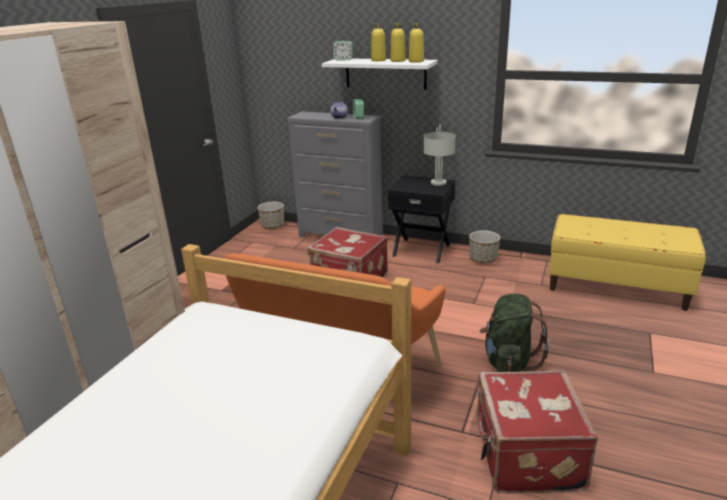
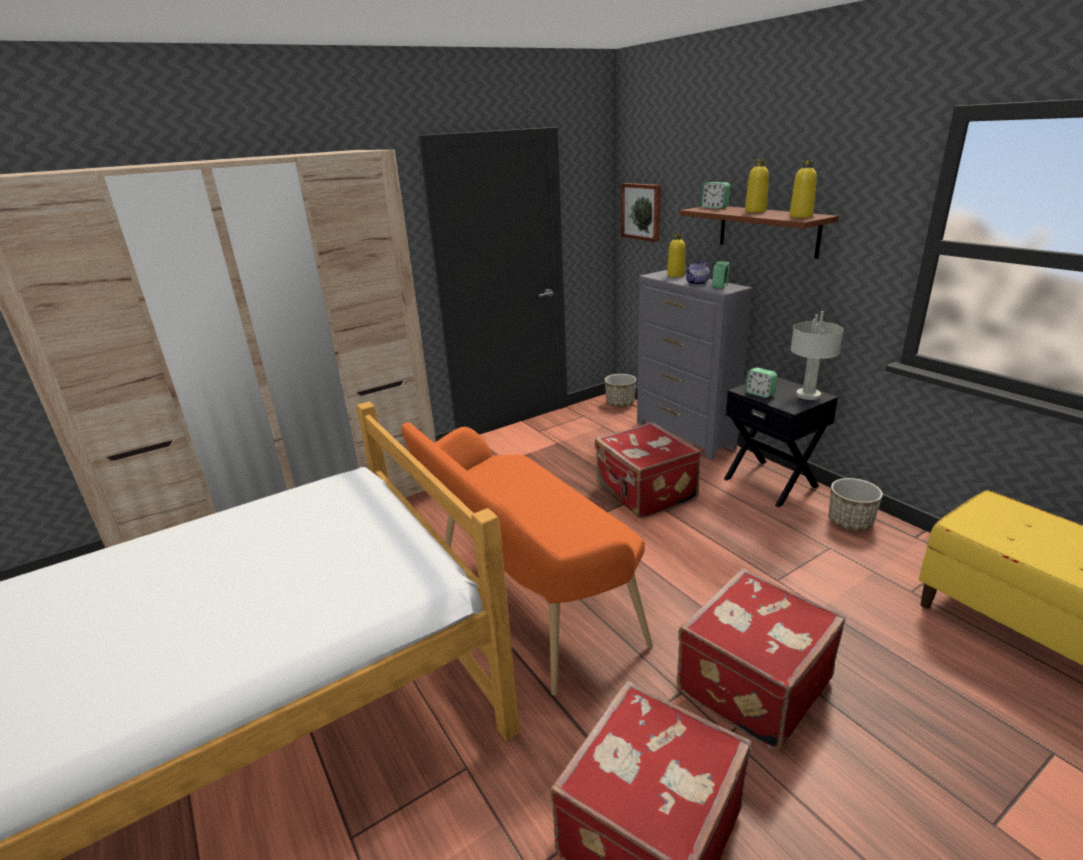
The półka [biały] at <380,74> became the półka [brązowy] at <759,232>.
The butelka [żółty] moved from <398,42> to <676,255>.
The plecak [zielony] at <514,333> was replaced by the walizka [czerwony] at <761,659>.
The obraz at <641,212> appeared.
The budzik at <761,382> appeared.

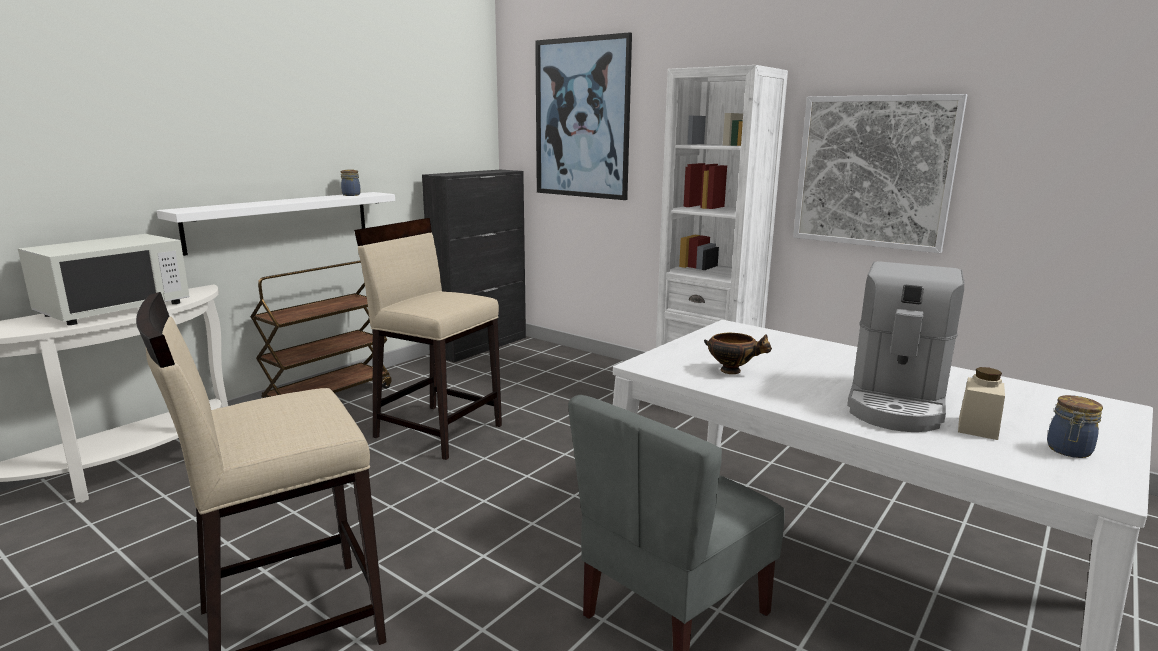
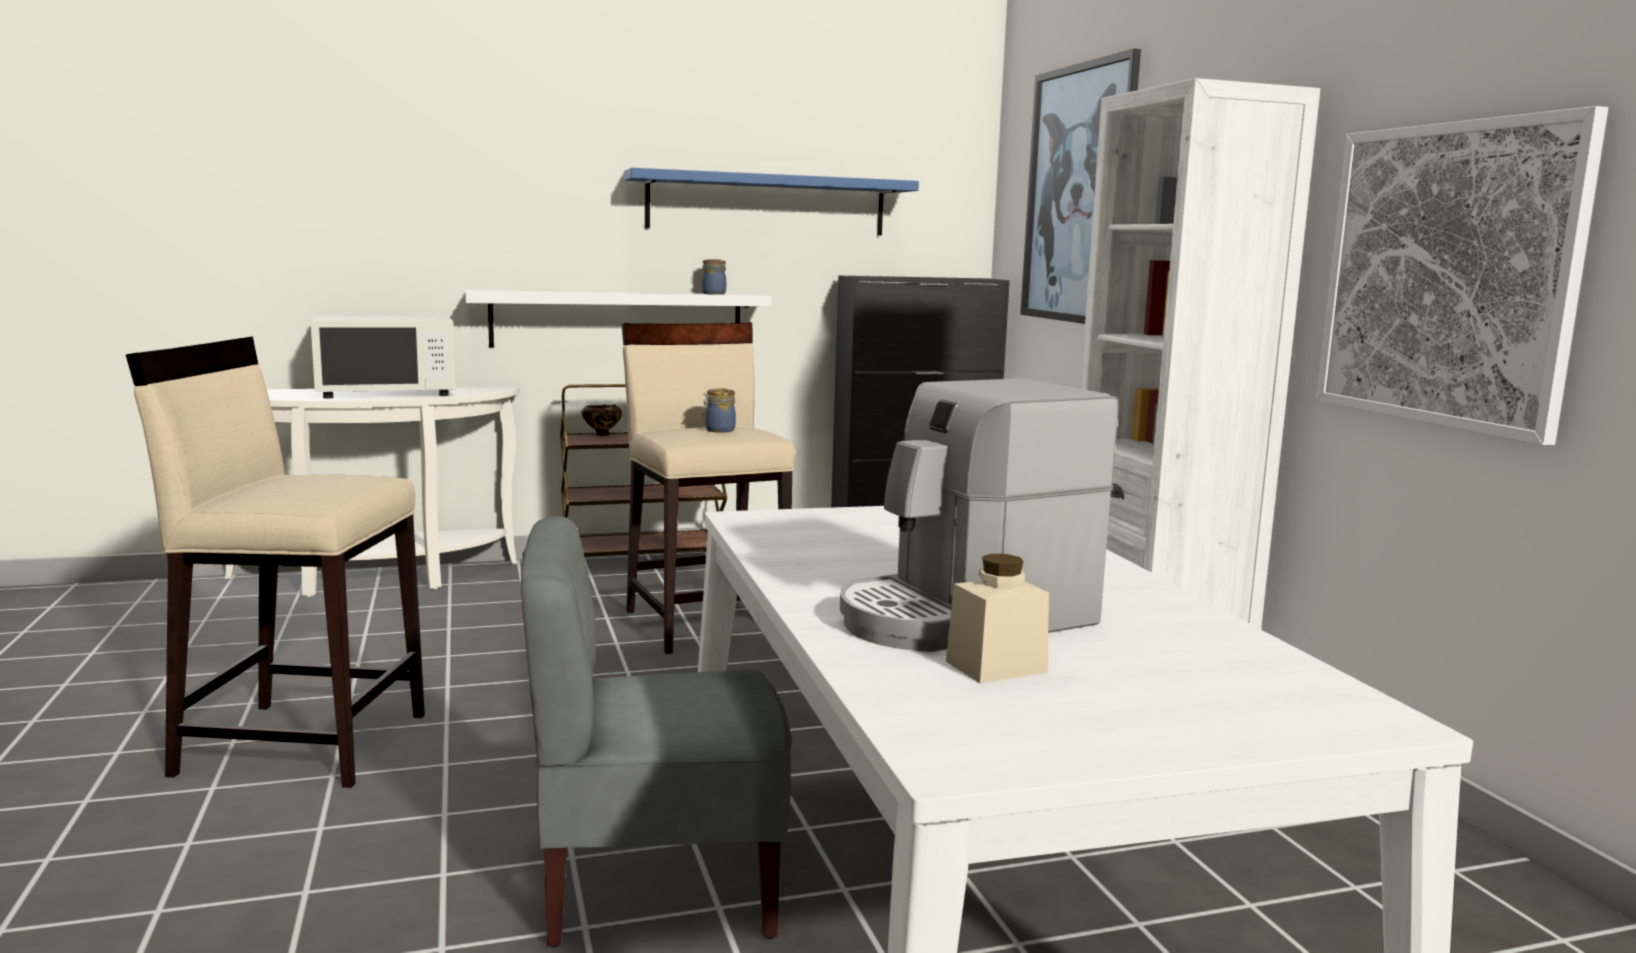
The miska moved from <738,353> to <601,420>.
The słoik moved from <1075,426> to <719,410>.
The półka [niebieski] at <771,201> appeared.

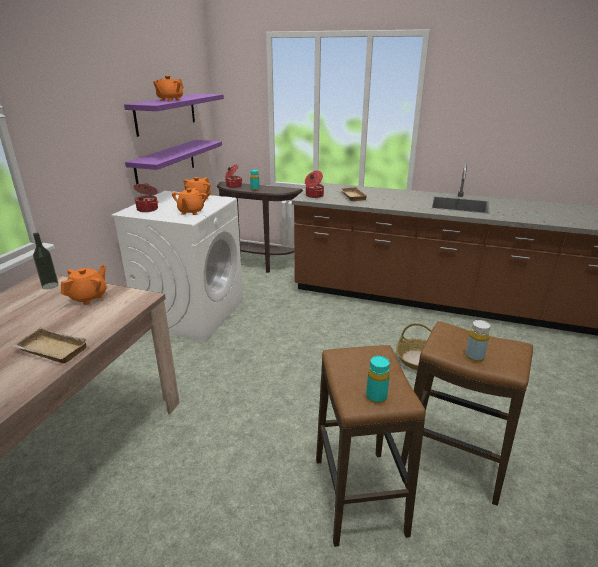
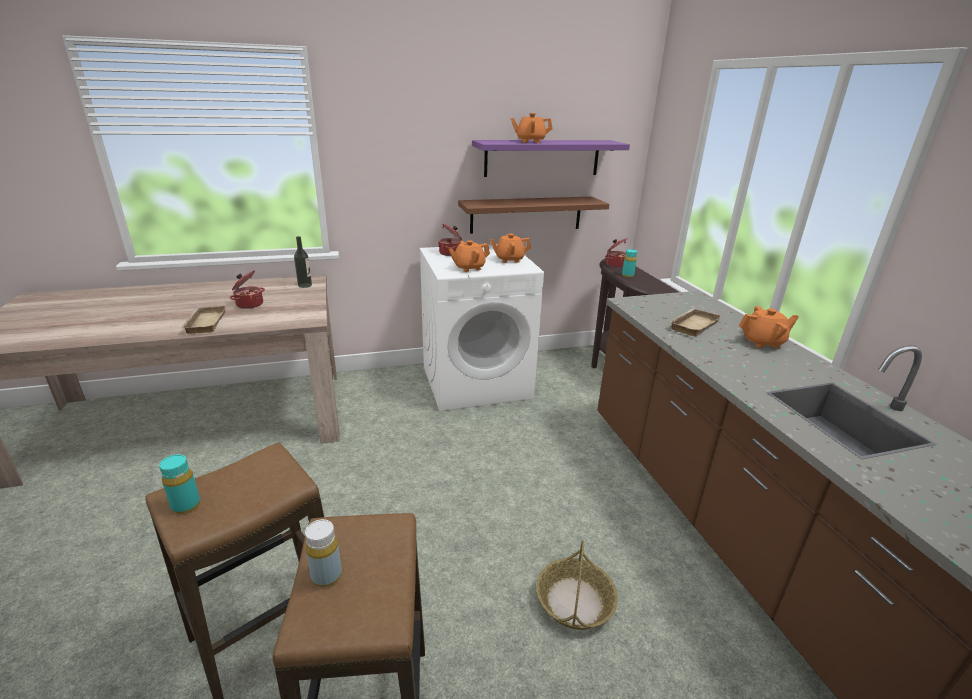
The imbryk [pomarańczowy] moved from <84,285> to <769,327>.
The półka [fioletowy] at <173,162> became the półka [brązowy] at <533,215>.
The garnek moved from <314,184> to <247,290>.

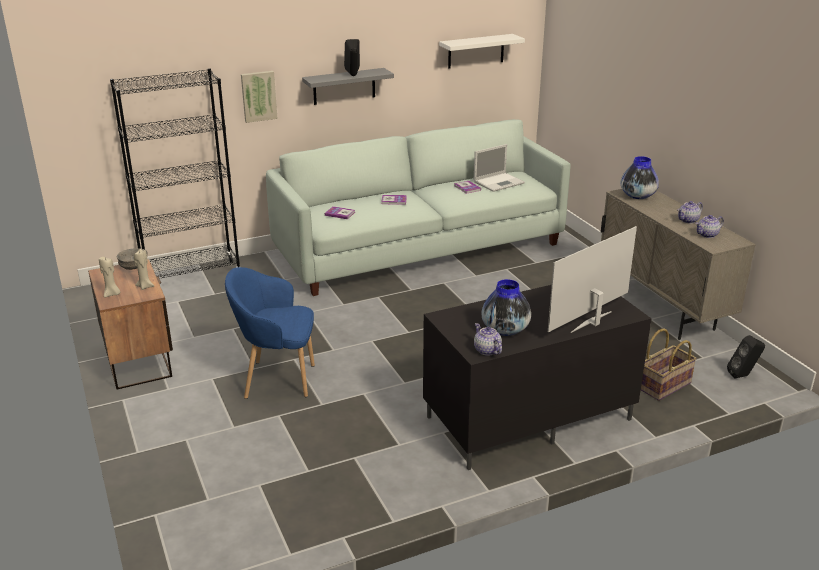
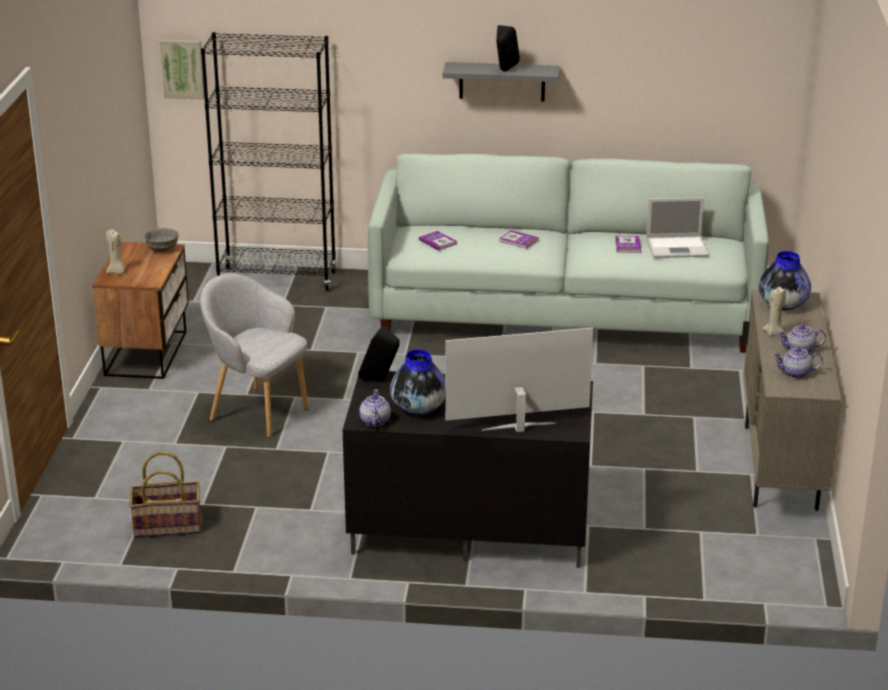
The świeca [beżowy] moved from <144,269> to <774,311>.
The fotel [niebieski] at <270,333> became the fotel [szary] at <254,355>.
The obraz moved from <259,97> to <182,69>.
The półka [biały] at <482,51> disappeared.
The koszyk moved from <669,364> to <165,495>.
The głośnik [czarny] moved from <746,357> to <379,353>.

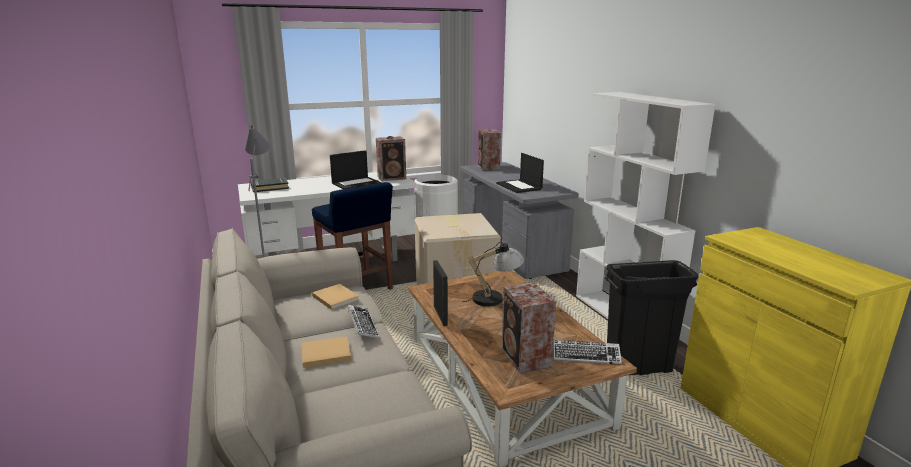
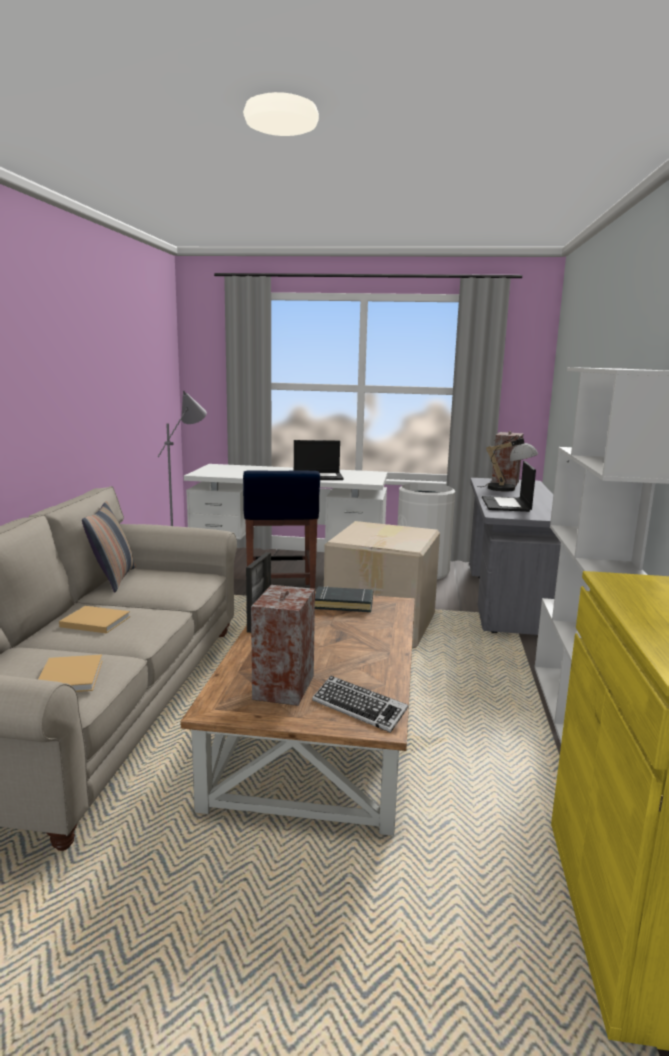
The książka [czarny] moved from <270,185> to <344,599>.
The książka [beżowy] moved from <335,297> to <71,673>.
The klawiatura at <363,321> disappeared.
The głośnik at <391,158> disappeared.
The lampa stołowa moved from <493,274> to <507,463>.
The kosz na śmieci [czarny] at <652,317> disappeared.
The poduszka at <109,546> appeared.

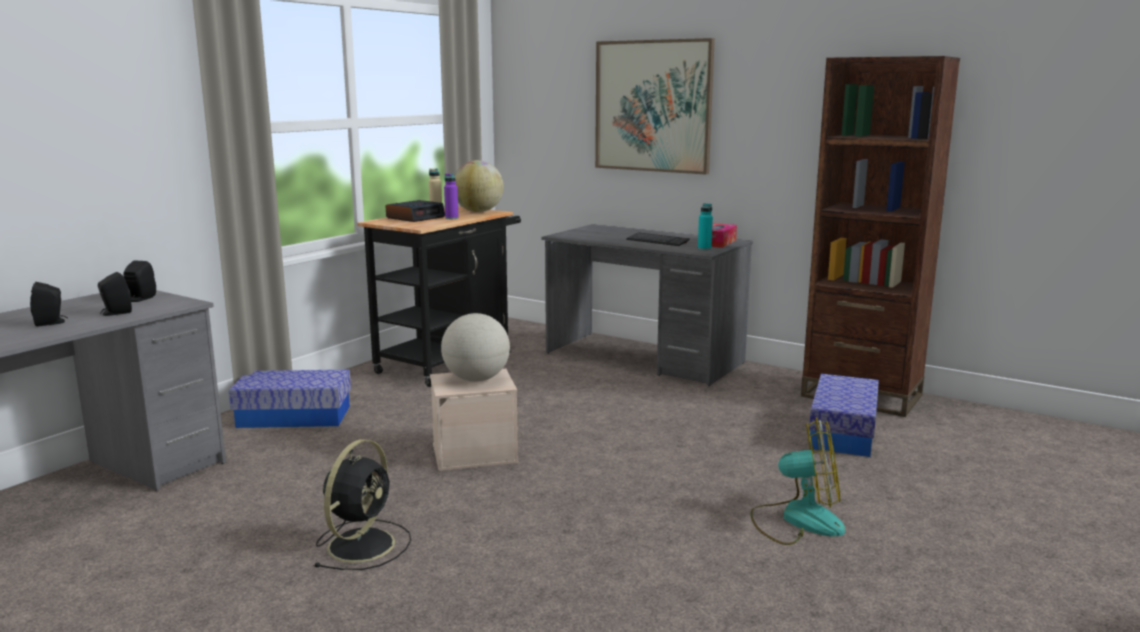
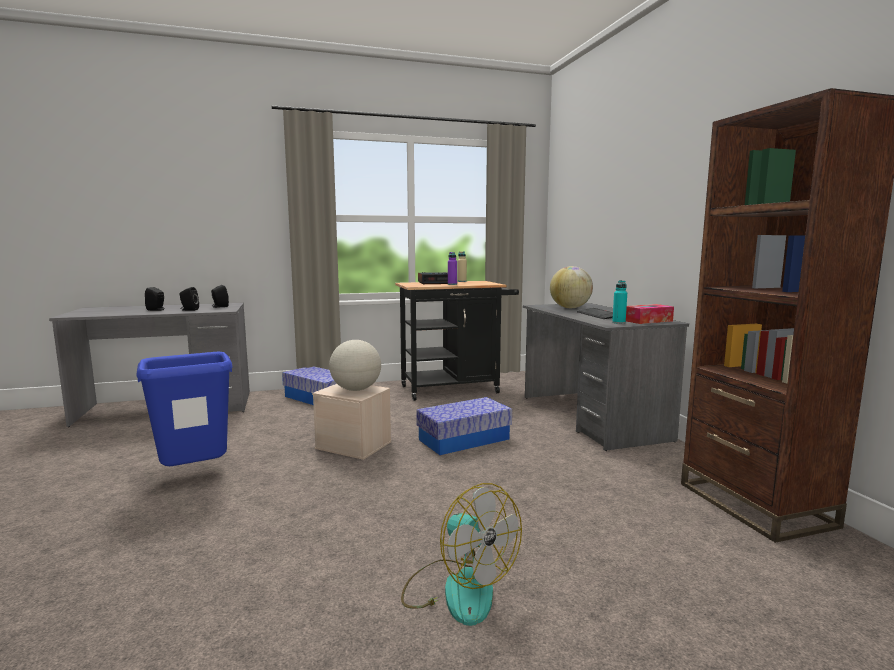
The wentylator [czarny] at <362,504> was replaced by the kosz na śmieci [niebieski] at <184,409>.
The globus moved from <479,186> to <571,287>.
The obraz at <655,106> disappeared.
The pojemnik do przechowywania moved from <844,415> to <464,426>.

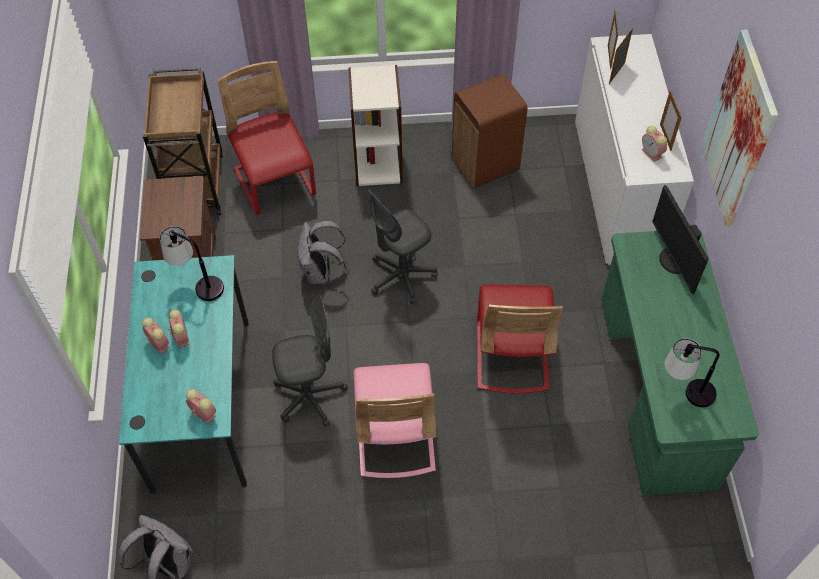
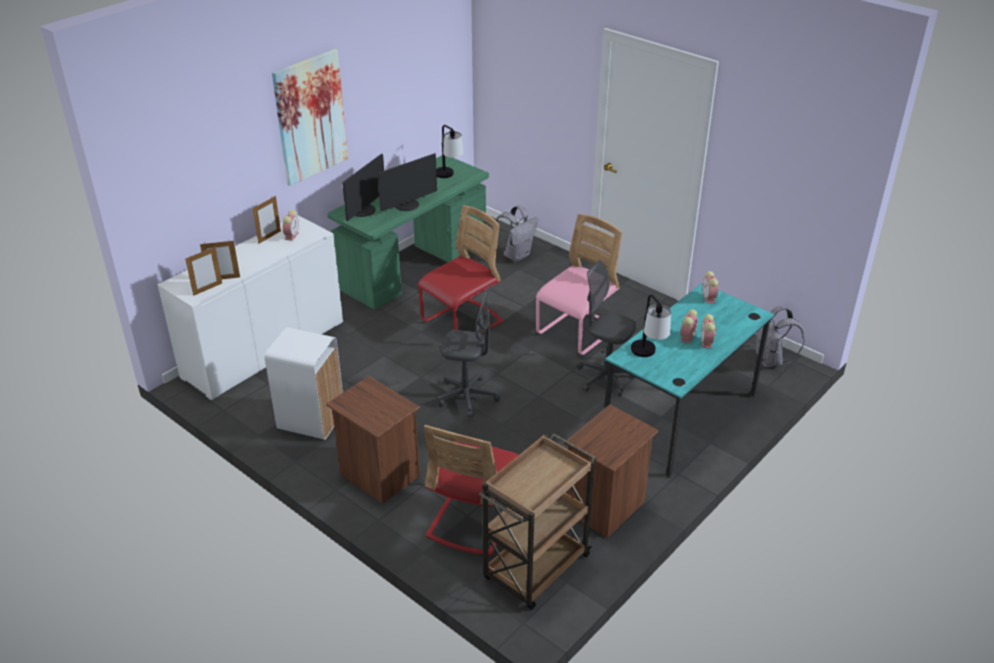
The plecak [szary] moved from <321,252> to <517,234>.
The regał at <375,125> was replaced by the szafka nocna [brązowy] at <373,440>.
The kosz na śmieci [brązowy] at <490,131> became the kosz na śmieci [biały] at <304,383>.
The monitor at <407,182> appeared.

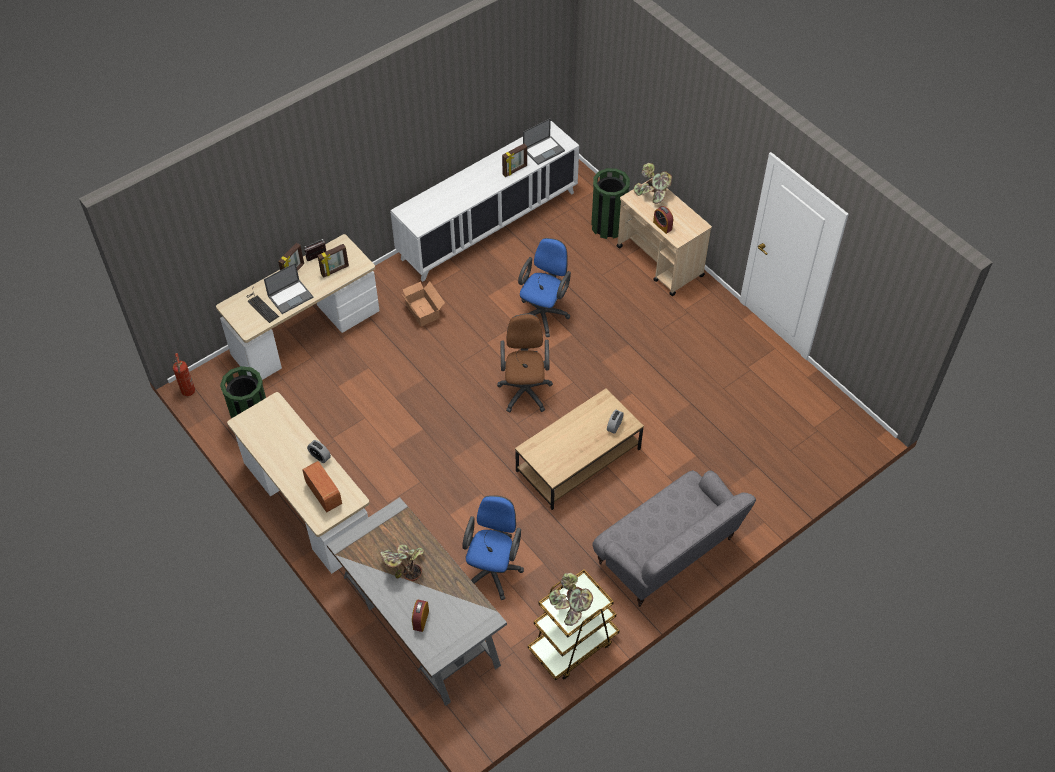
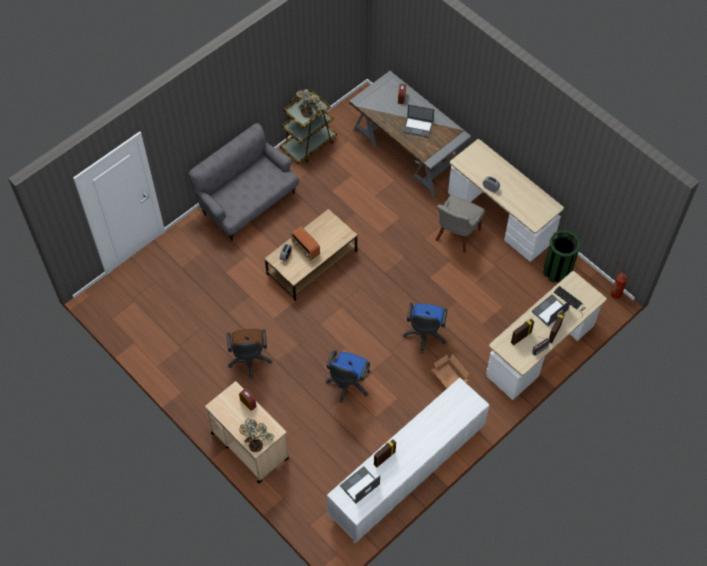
The radio moved from <322,486> to <305,243>.
The roślina doniczkowa at <402,562> was replaced by the laptop at <418,121>.
The krzesło biurowe [niebieski] moved from <493,547> to <425,328>.
The krzesło biurowe [brązowy] moved from <525,363> to <249,354>.
The kosz na śmieci [zielony] at <610,203> disappeared.
The krzesło [szary] at <460,224> appeared.

